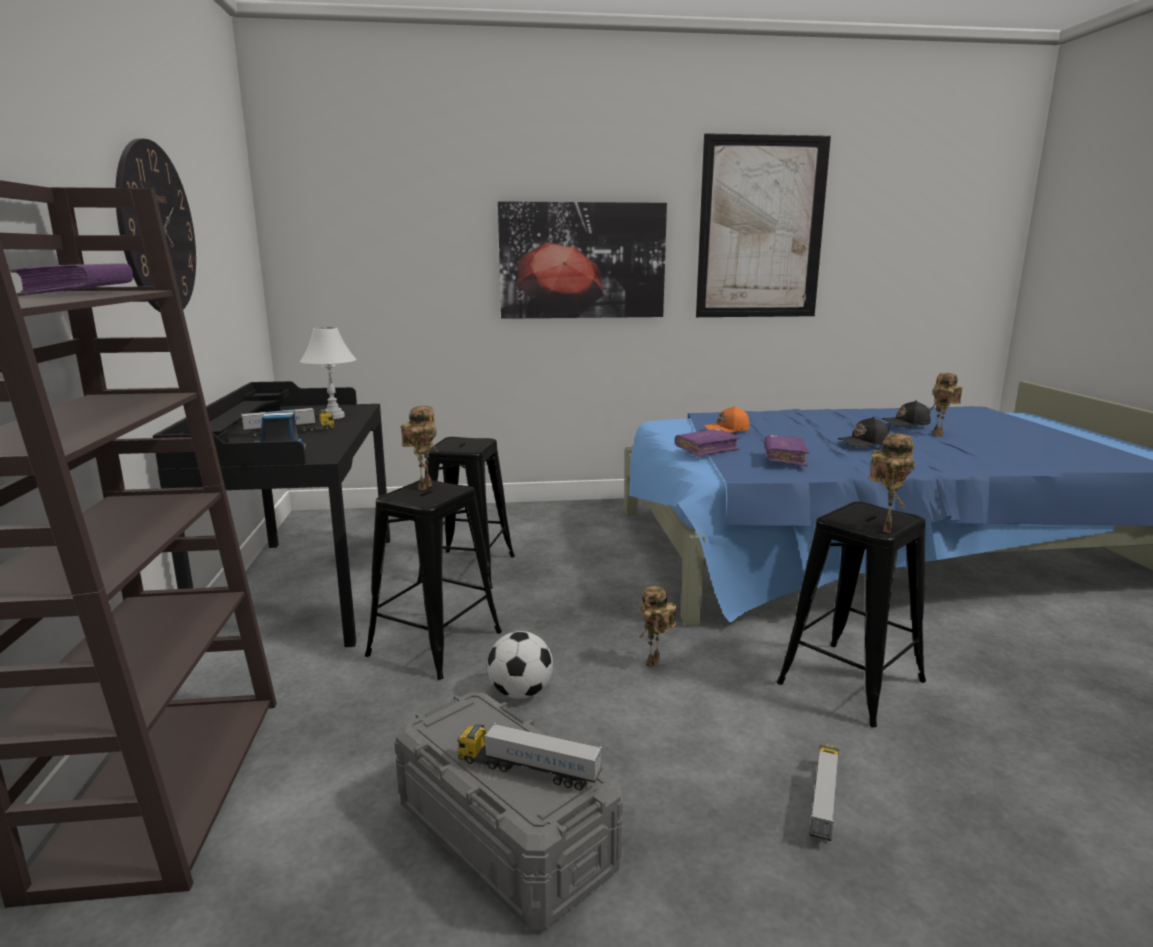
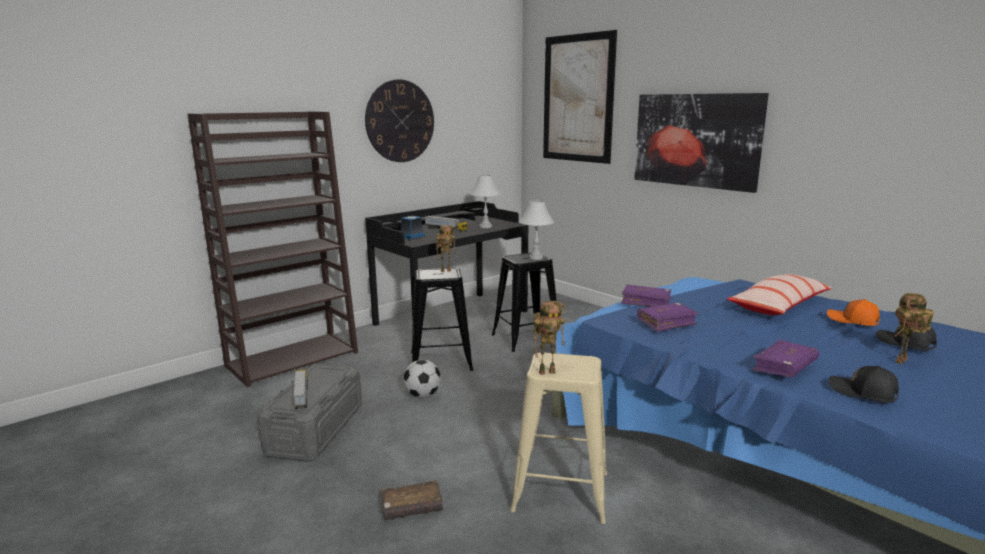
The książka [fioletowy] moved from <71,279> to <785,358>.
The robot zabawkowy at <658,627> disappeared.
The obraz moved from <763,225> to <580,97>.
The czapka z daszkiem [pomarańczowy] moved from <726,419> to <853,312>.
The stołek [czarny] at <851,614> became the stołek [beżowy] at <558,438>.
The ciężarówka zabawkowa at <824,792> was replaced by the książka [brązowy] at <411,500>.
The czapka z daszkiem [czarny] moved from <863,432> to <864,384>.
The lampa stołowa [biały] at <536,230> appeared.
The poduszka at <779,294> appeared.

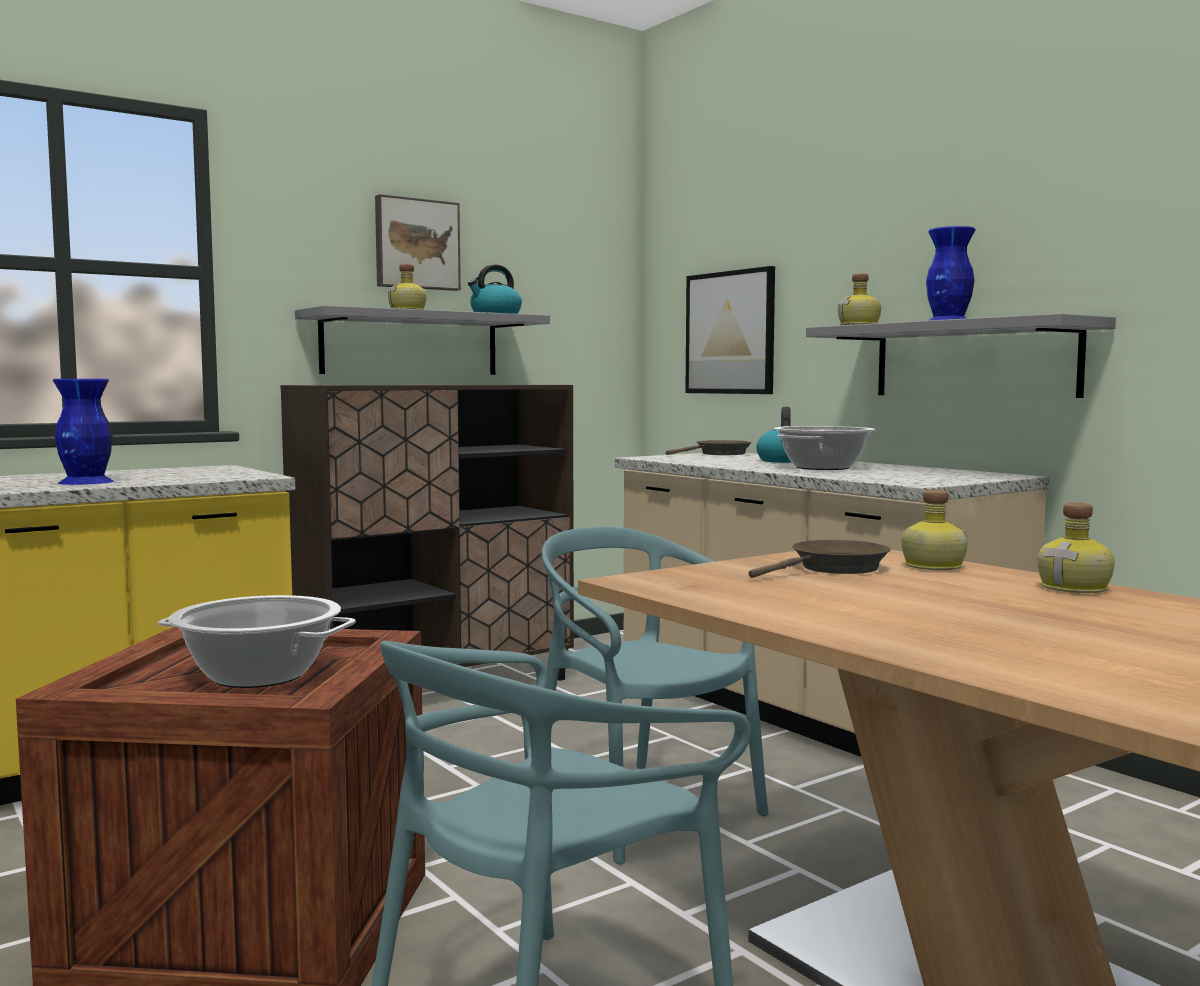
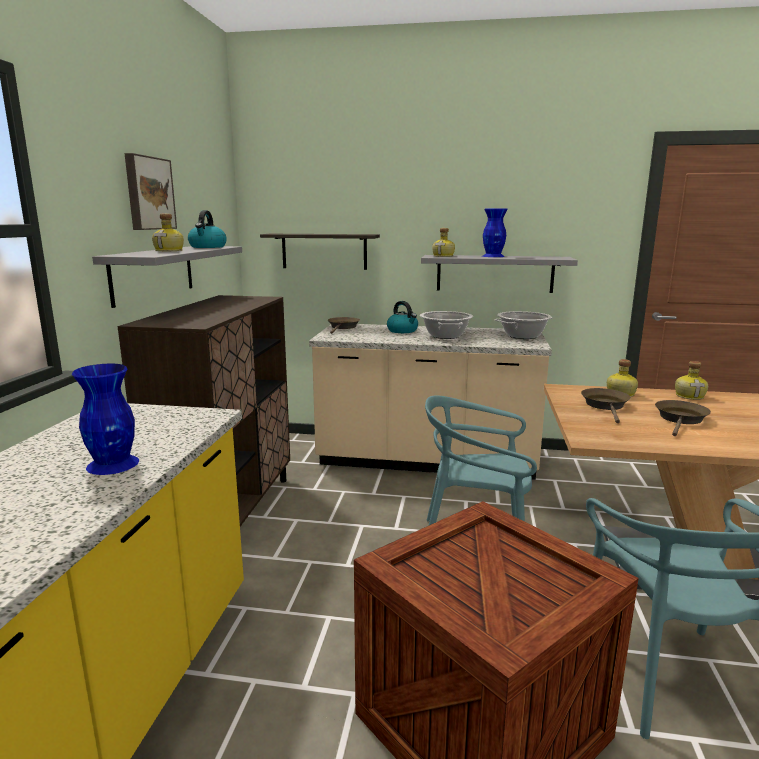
The garnek moved from <257,641> to <524,325>.
The obraz at <730,330> was replaced by the półka at <320,252>.
The patelnia [brązowy] at <683,418> appeared.

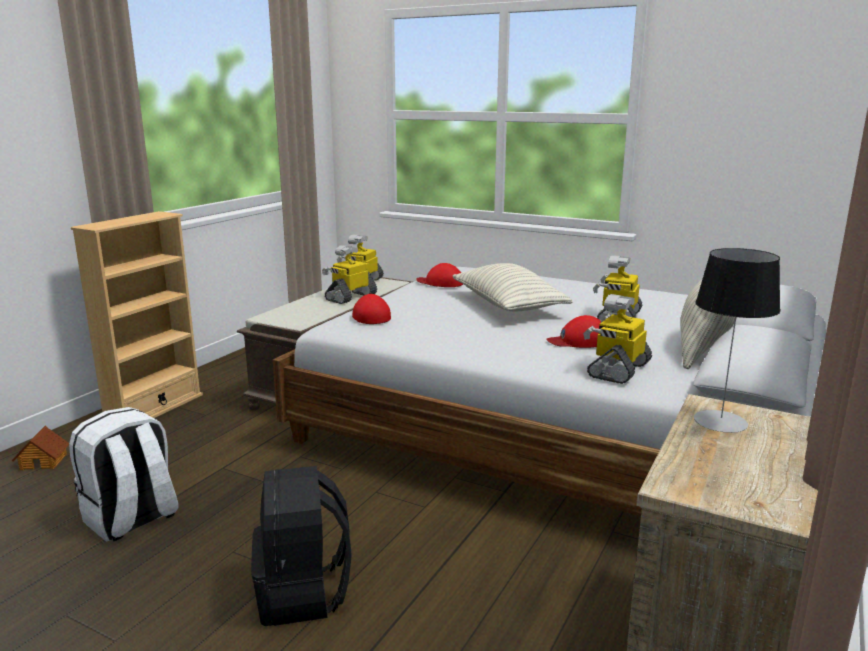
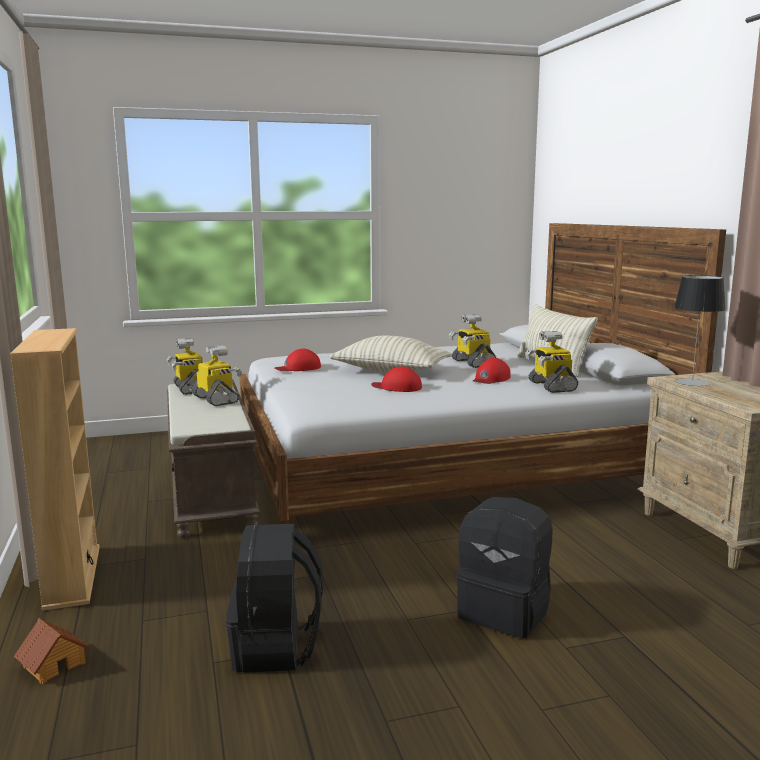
The plecak [biały] at <124,474> became the plecak [czarny] at <275,598>.
The robot zabawkowy at <349,274> turned 150 degrees clockwise.
The czapka z daszkiem [czerwony] moved from <371,309> to <396,379>.

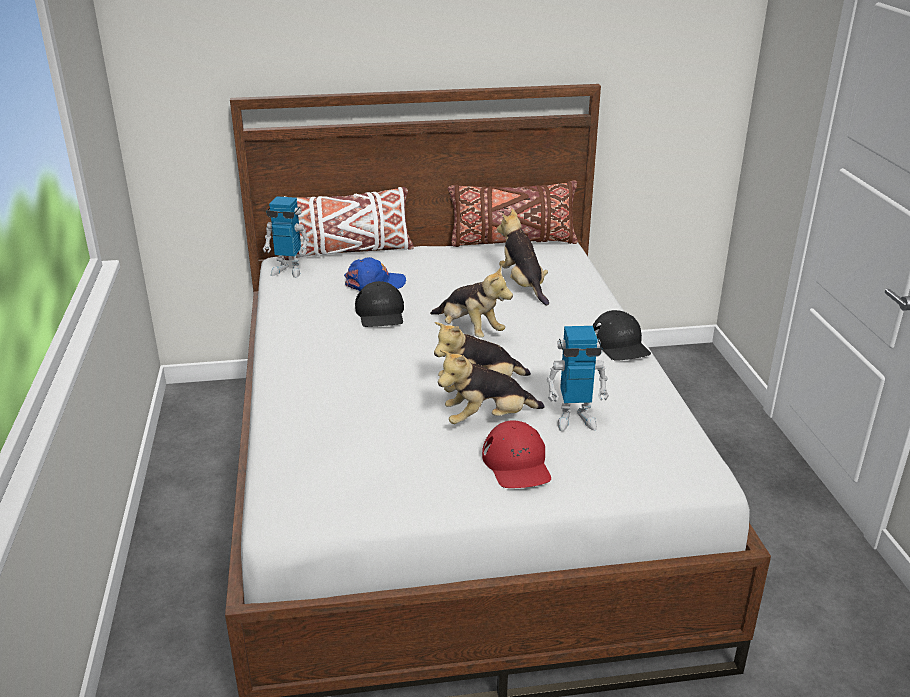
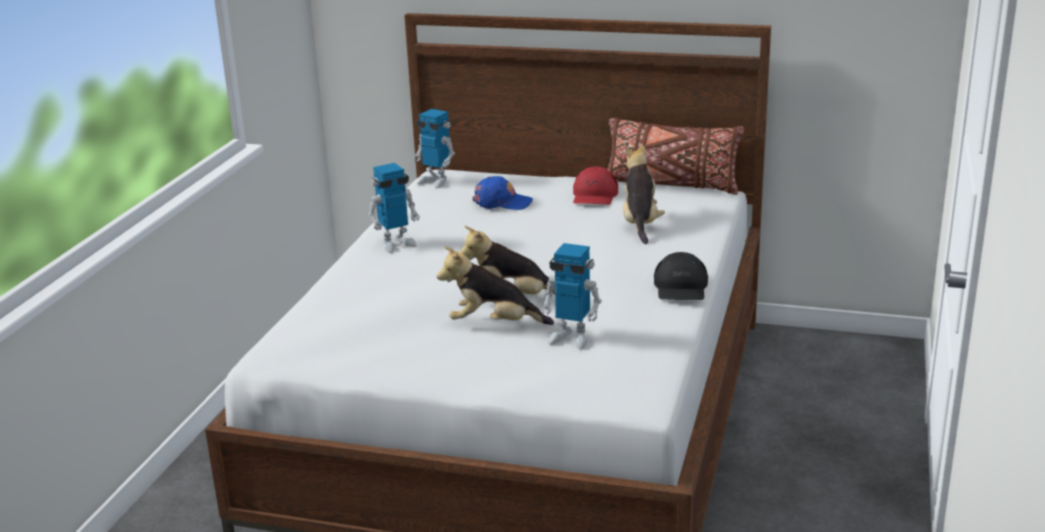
The poduszka [biały] at <348,223> disappeared.
The czapka z daszkiem [czarny] at <379,304> disappeared.
The pluszak at <471,301> disappeared.
The czapka z daszkiem [czerwony] moved from <516,454> to <595,186>.
The robot zabawkowy at <394,208> appeared.

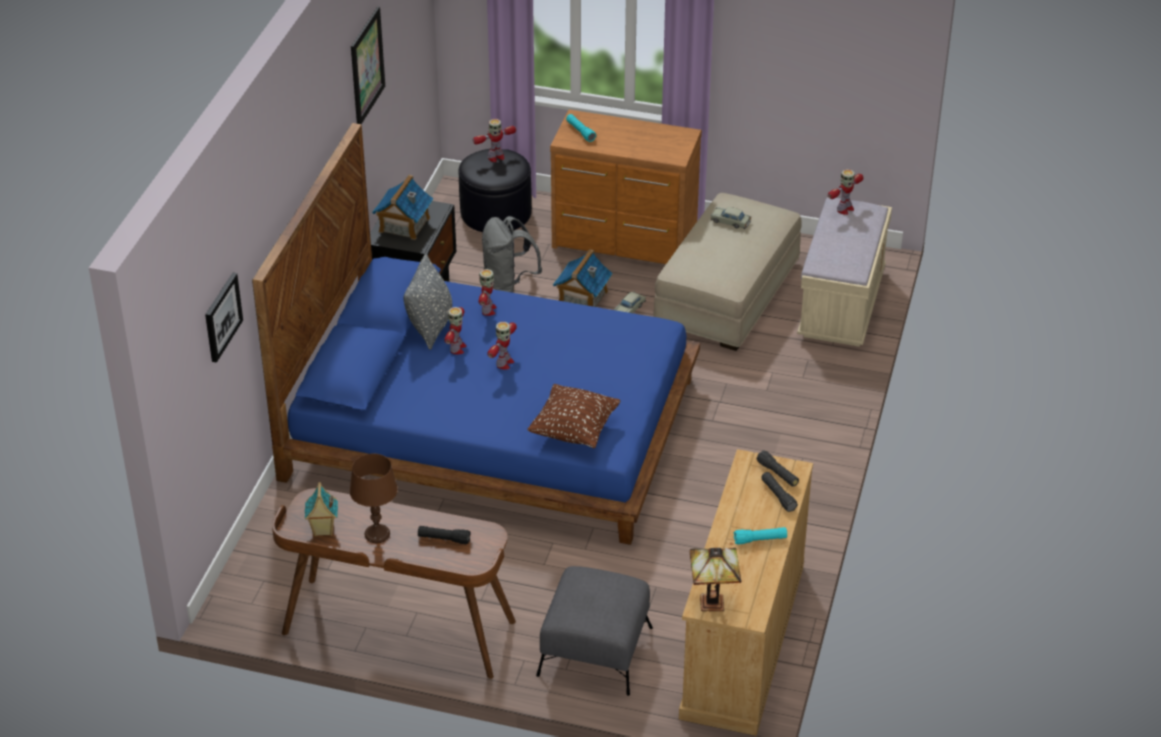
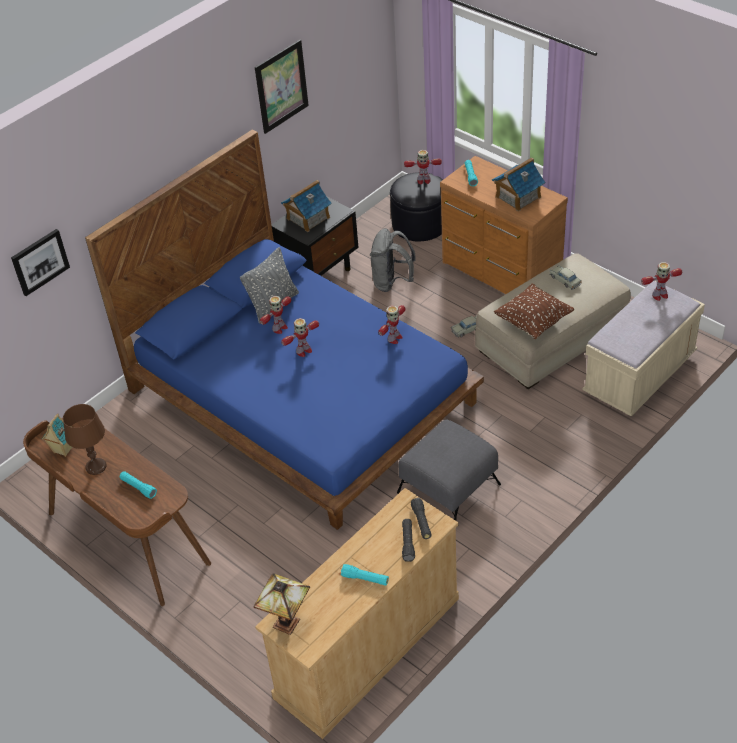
The latarka [czarny] at <444,535> became the latarka [turkusowy] at <138,485>.
The robot zabawkowy moved from <487,292> to <391,324>.
The poduszka [brązowy] moved from <573,416> to <534,311>.
The pufa [szary] moved from <594,631> to <449,470>.
The domek moved from <583,278> to <518,184>.

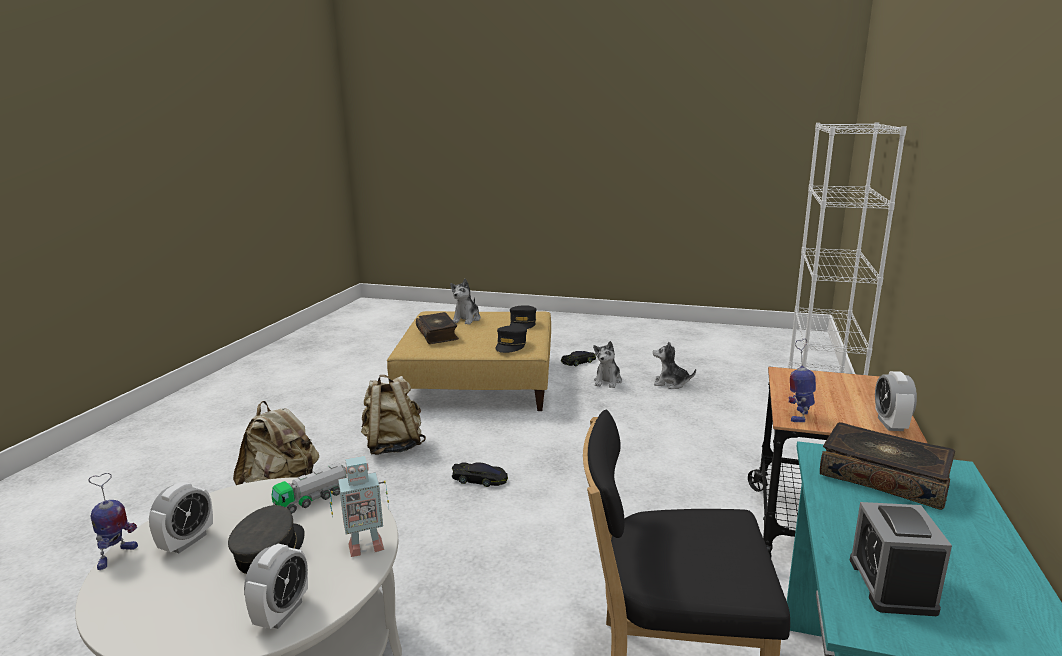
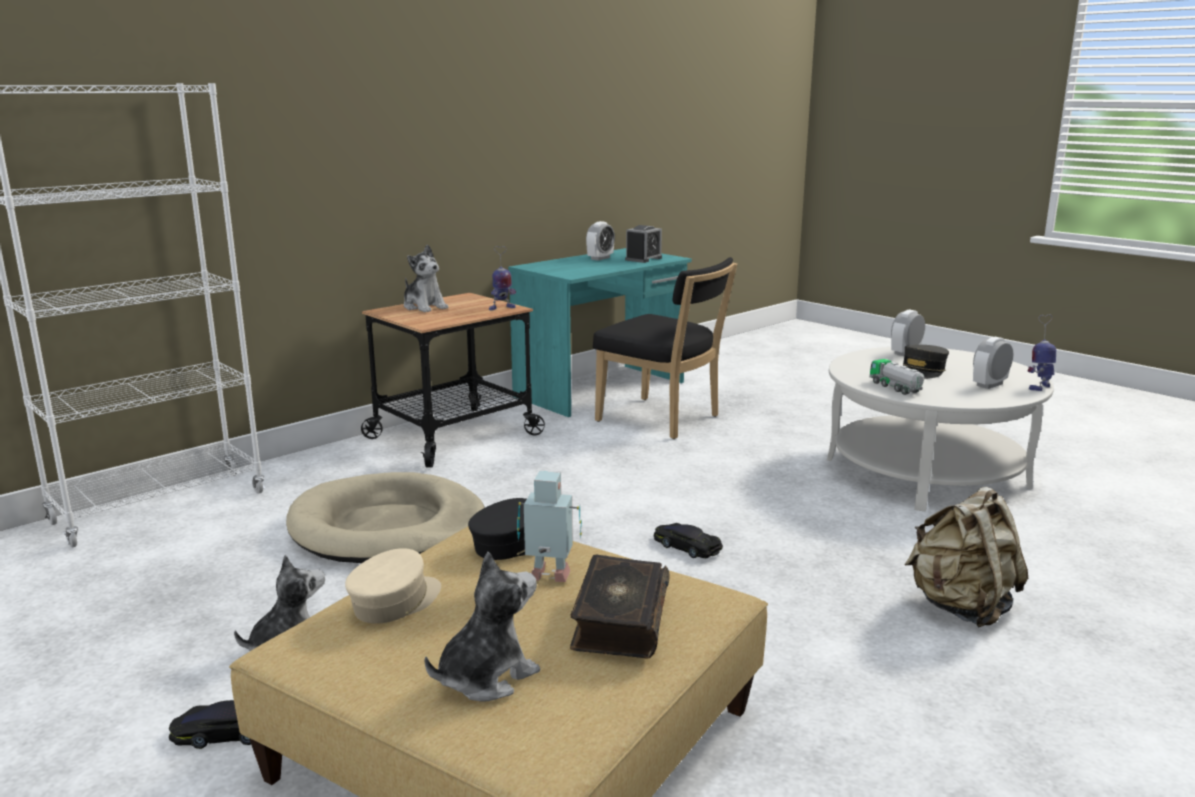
The ciężarówka zabawkowa at <309,488> turned 105 degrees counterclockwise.
The robot zabawkowy moved from <359,506> to <549,526>.
The plecak [beżowy] at <393,415> disappeared.
The czapka z daszkiem [czarny] at <523,317> became the czapka z daszkiem [beżowy] at <393,586>.
The pluszak moved from <674,365> to <426,278>.
The książka at <887,466> disappeared.
The budzik moved from <896,401> to <600,241>.
The legowisko [beżowy] at <385,517> appeared.

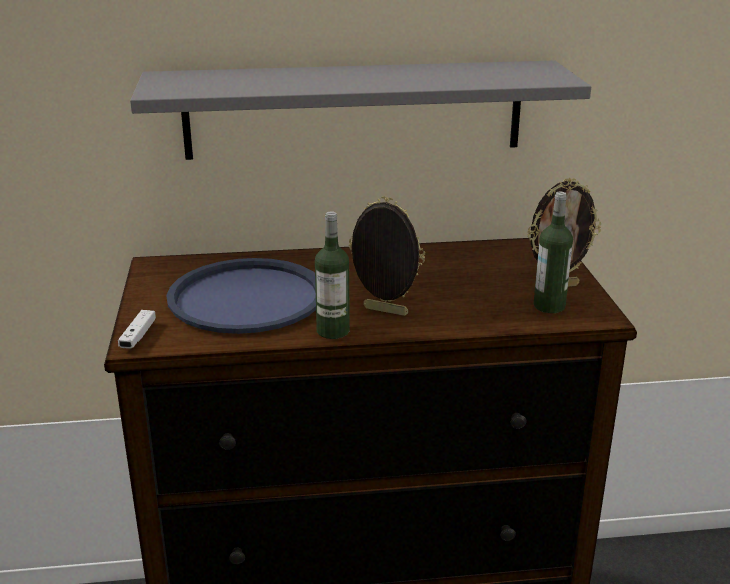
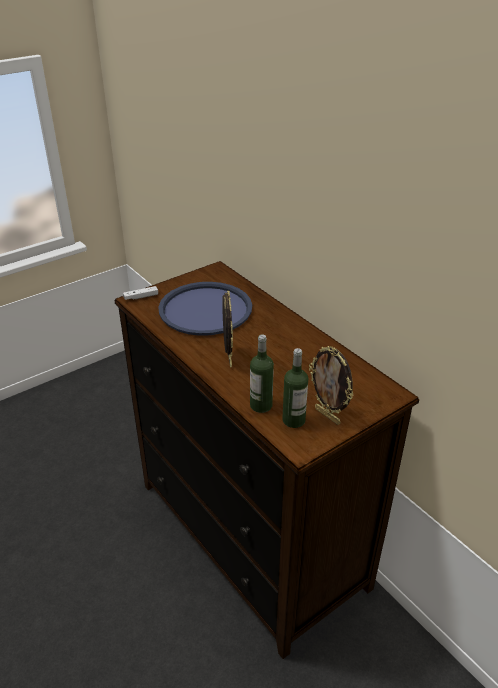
The półka [szary] at <360,110> disappeared.
The butelka moved from <332,275> to <262,373>.

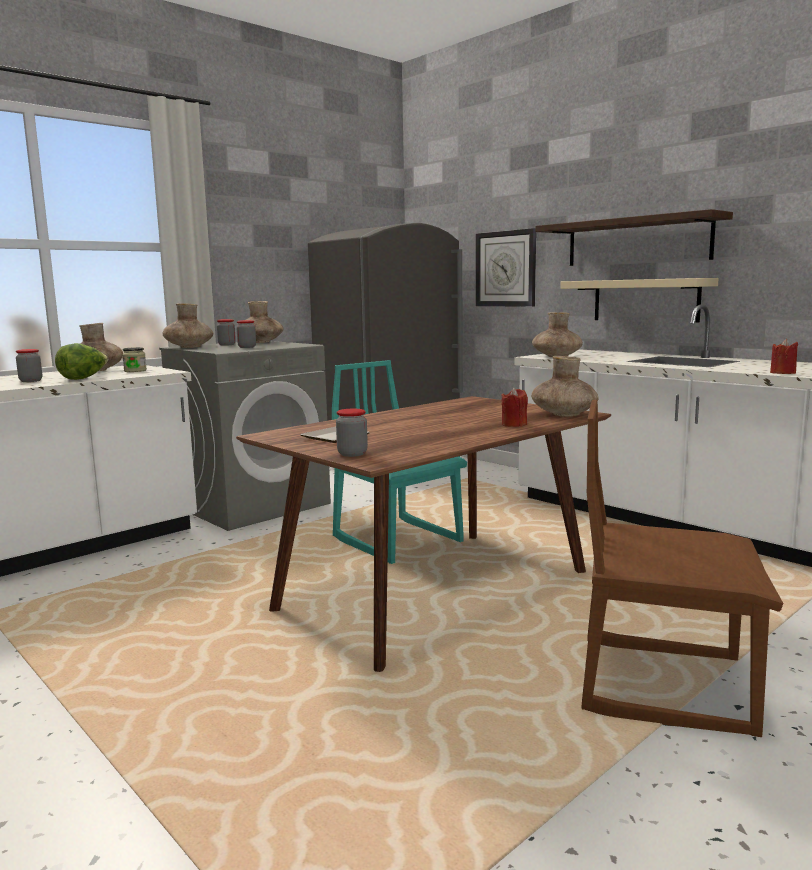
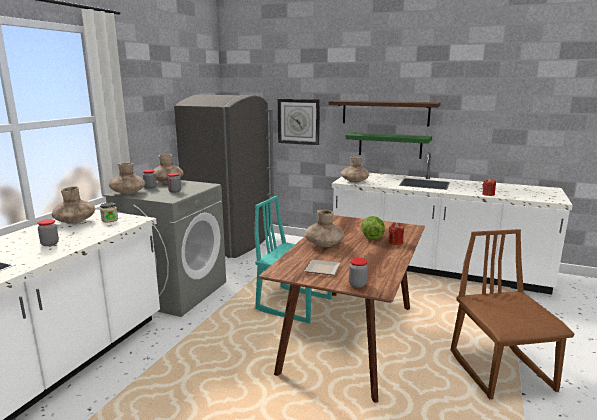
The sałata moved from <81,361> to <373,228>.
The wazon [brązowy] moved from <565,386> to <324,228>.
The półka [beżowy] at <639,300> became the półka [zielony] at <388,145>.
The krzesło [brązowy] at <682,568> turned 90 degrees clockwise.

